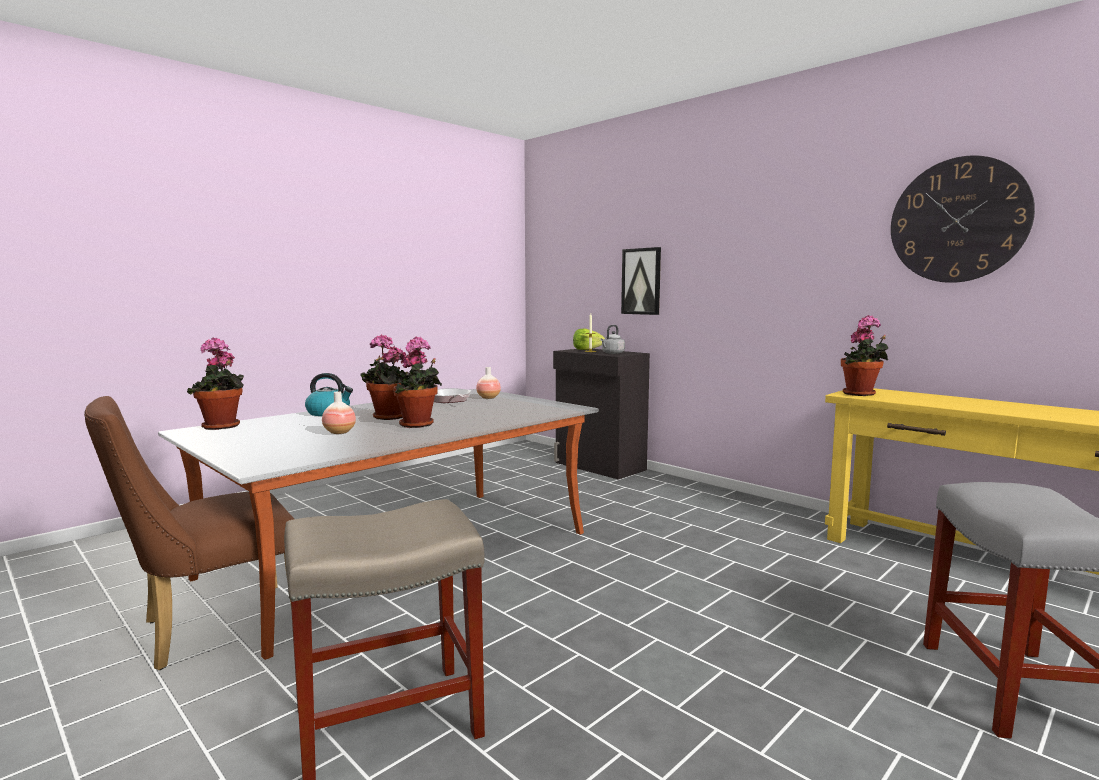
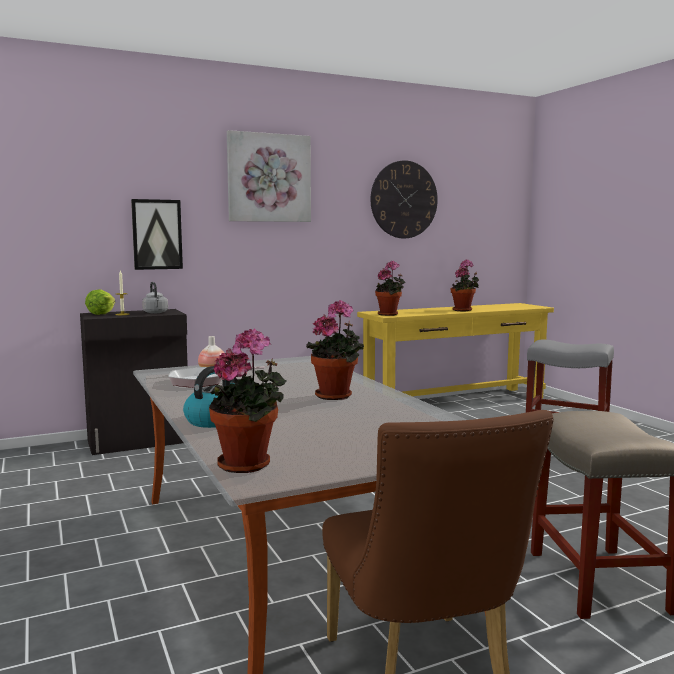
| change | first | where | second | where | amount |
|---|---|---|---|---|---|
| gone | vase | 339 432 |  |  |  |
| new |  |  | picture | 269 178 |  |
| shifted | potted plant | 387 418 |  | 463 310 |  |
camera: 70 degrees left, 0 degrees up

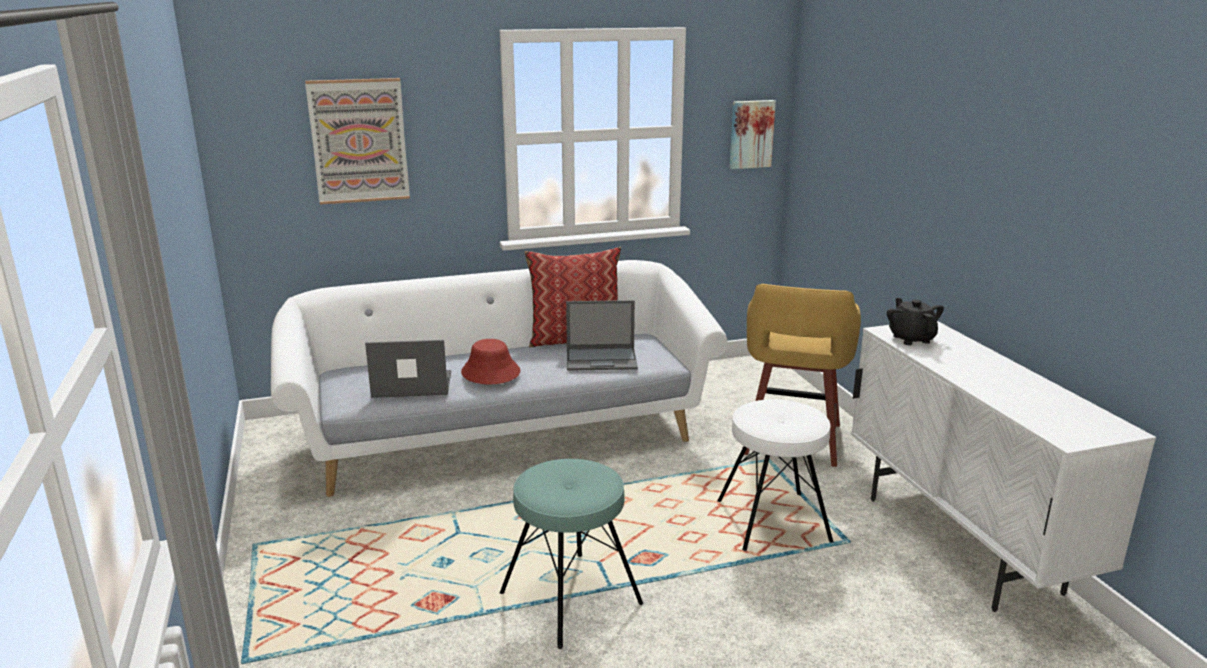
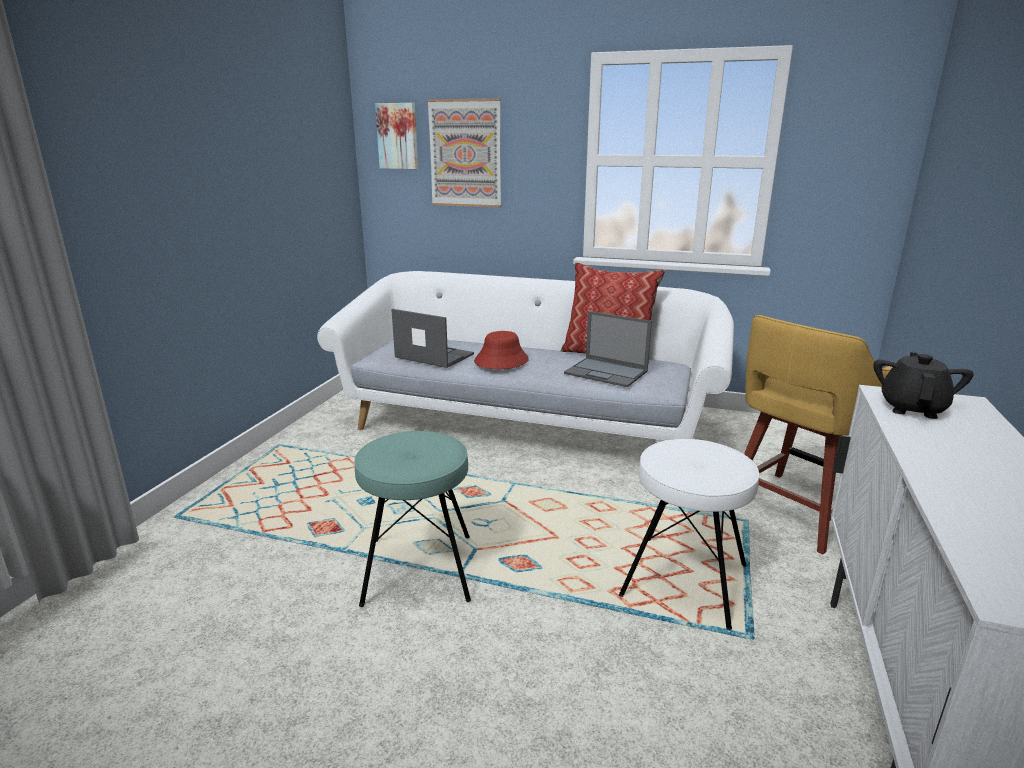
| change | first | where | second | where | amount |
|---|---|---|---|---|---|
| shifted | picture | 750 134 |  | 398 136 |  |
camera: 35 degrees right, 0 degrees up

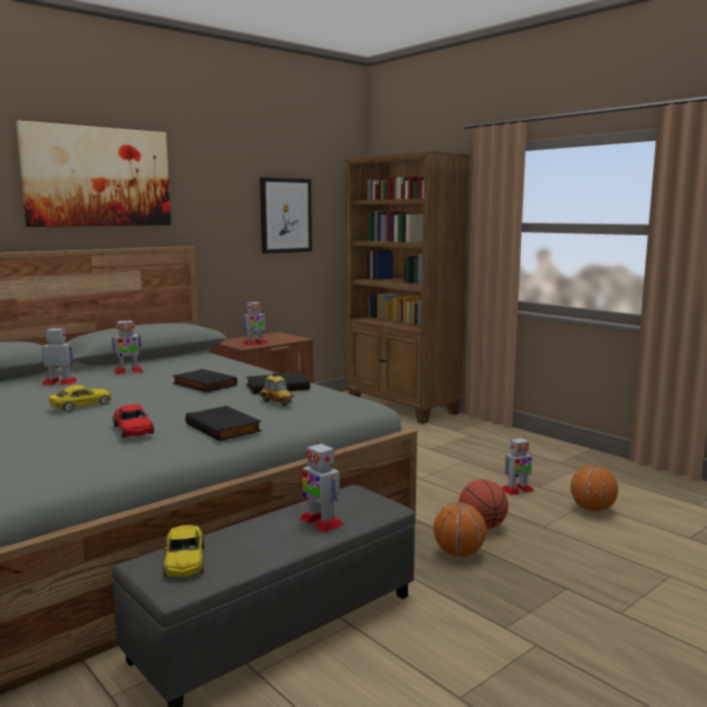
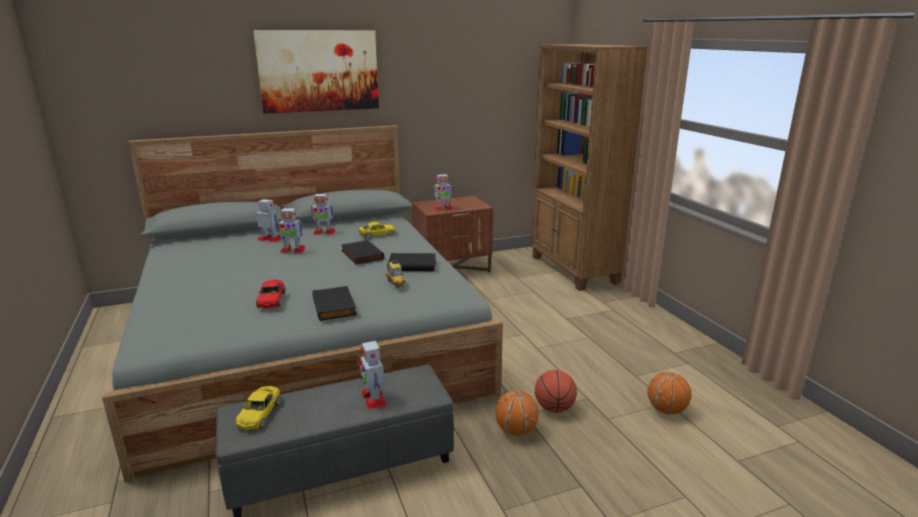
| change | first | where | second | where | amount |
|---|---|---|---|---|---|
| gone | picture | 285 215 |  |  |  |
| shifted | yellow toy car | 81 405 |  | 377 234 |  |
| shifted | toy robot | 517 490 |  | 292 250 |  |
camera: 20 degrees right, 10 degrees up

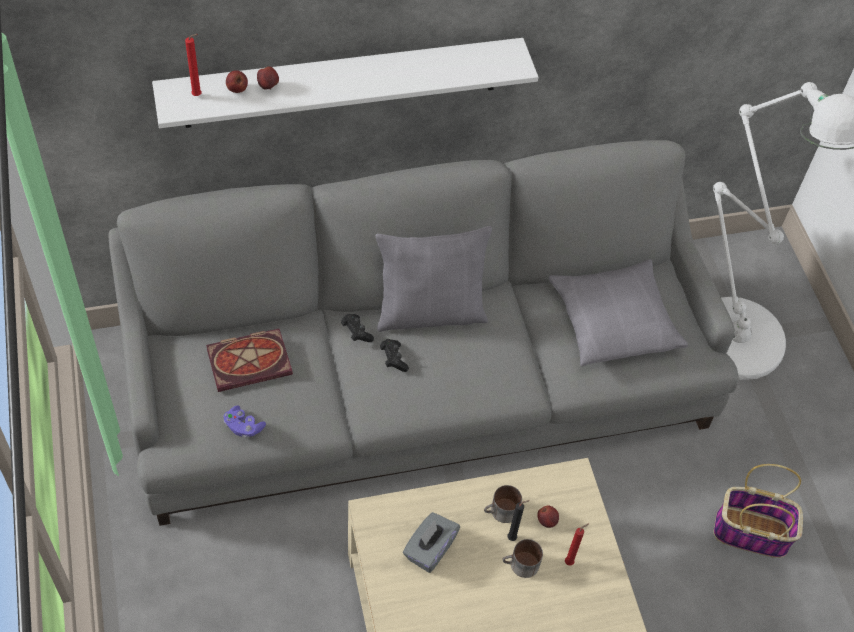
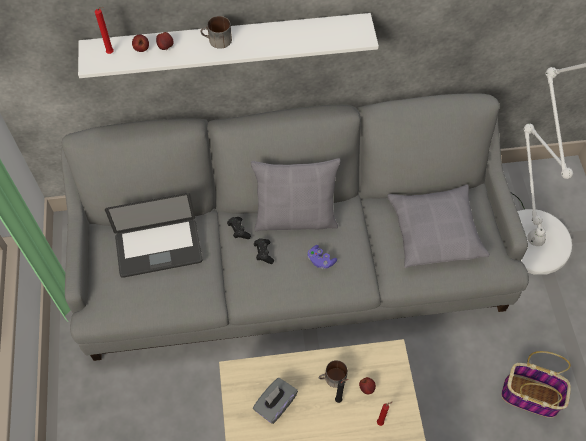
| change | first | where | second | where | amount |
|---|---|---|---|---|---|
| shifted | purple game controller | 243 427 |  | 320 260 |  |
| shifted | mug | 520 566 |  | 217 41 |  |
| swapped | book | 251 360 | laptop | 158 248 |  |
camera: 10 degrees right, 5 degrees up

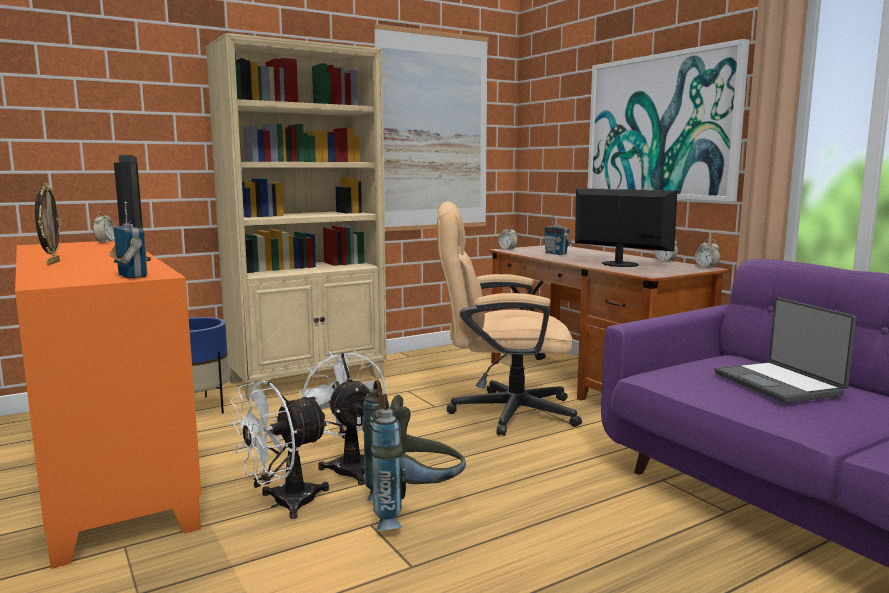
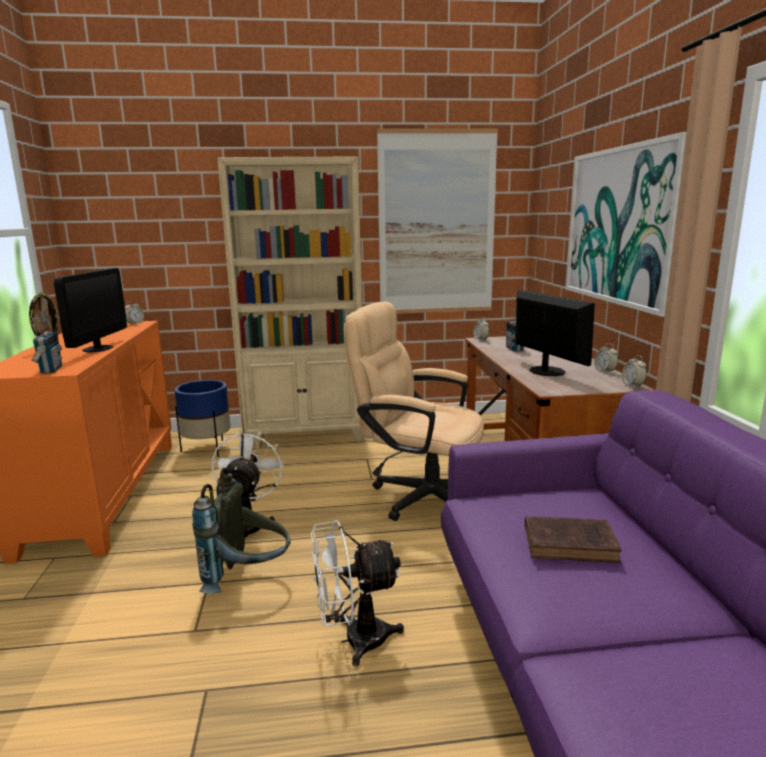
| change | first | where | second | where | amount |
|---|---|---|---|---|---|
| shifted | white fan | 283 504 |  | 354 640 |  |
| swapped | laptop | 779 384 | brown book | 572 544 |  |
camera: 25 degrees right, 5 degrees up

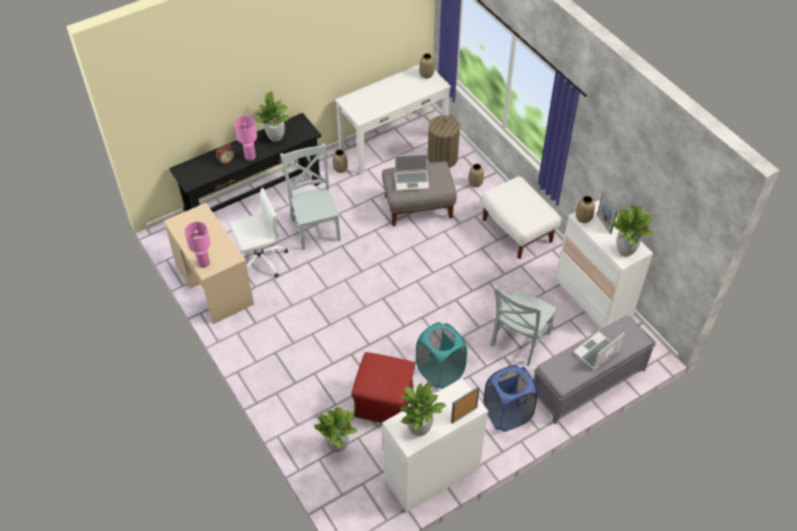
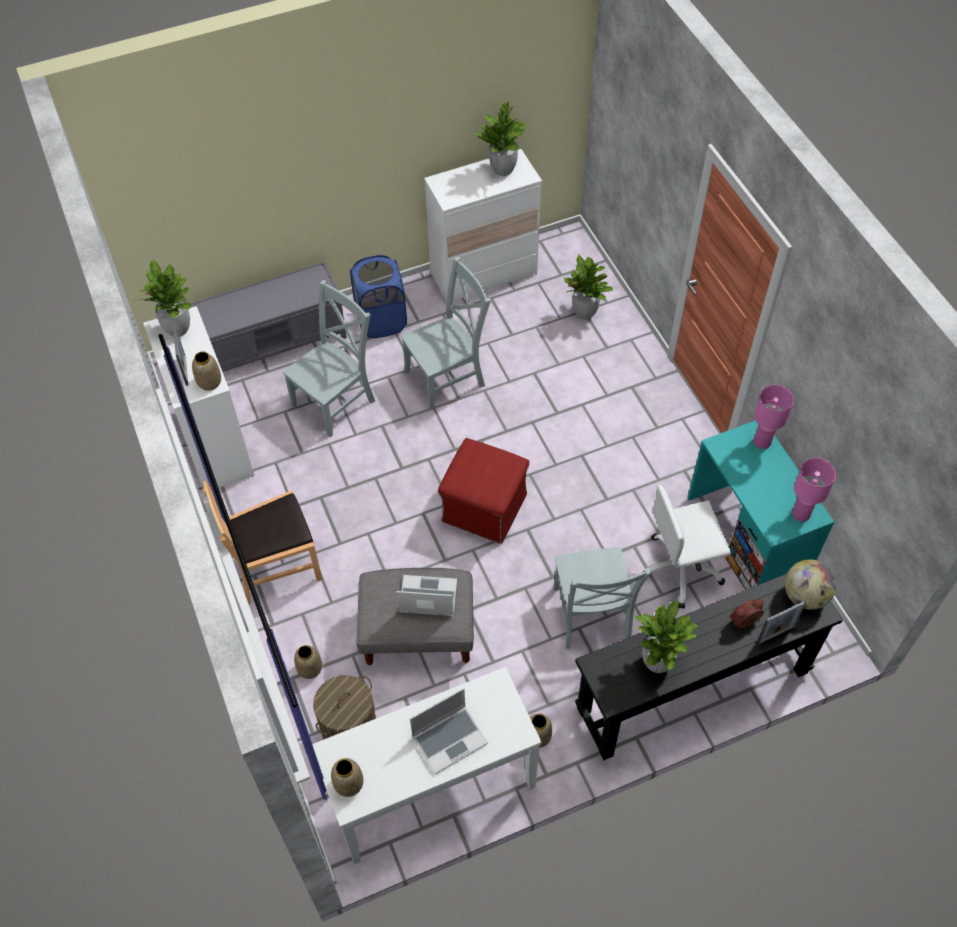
| change | first | where | second | where | amount |
|---|---|---|---|---|---|
| new |  |  | globe | 805 596 |  |
| shifted | pink table lamp | 250 156 |  | 800 514 |  |
| shifted | red ottoman | 384 402 |  | 483 507 |  |
| shifted | picture frame | 464 415 |  | 775 635 |  |
| shifted | laptop | 596 352 |  | 450 739 |  |
| swapped | turquoise laundry basket | 439 372 | grey chair | 448 377 |  |
| swapped | white ottoman | 517 231 | brown chair | 275 565 |  |
| repainted | beige desk | 214 285 | turquoise desk | 747 536 |  |
camera: 170 degrees left, 5 degrees up

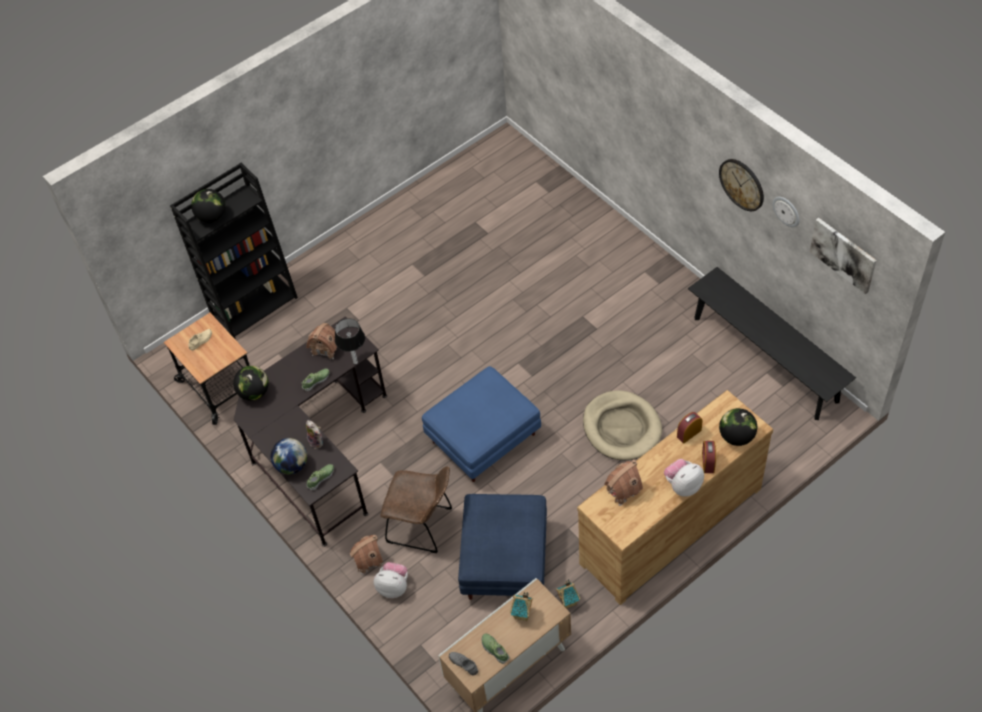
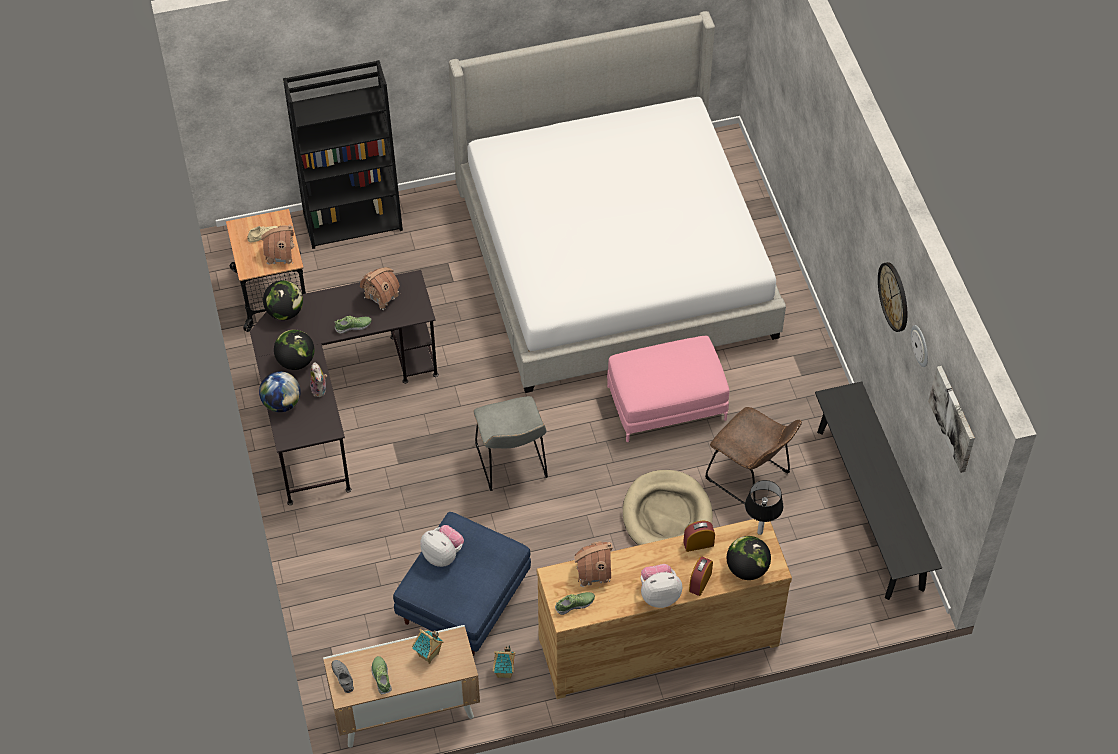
| change | first | where | second | where | amount |
|---|---|---|---|---|---|
| new |  |  | bed | 614 258 |  |
| new |  |  | pink ottoman | 666 402 |  |
| shifted | globe | 212 216 |  | 296 361 |  |
| shifted | shoe | 321 478 |  | 575 604 |  |
| shifted | table lamp | 355 362 |  | 760 532 |  |
| shifted | toy house | 368 560 |  | 281 254 |  |
| shifted | plush toy | 393 587 |  | 443 555 |  |
| shifted | brown chair | 423 526 |  | 751 478 |  |
| swapped | blue ottoman | 483 439 | grey chair | 512 464 |  |
camera: 20 degrees right, 0 degrees up

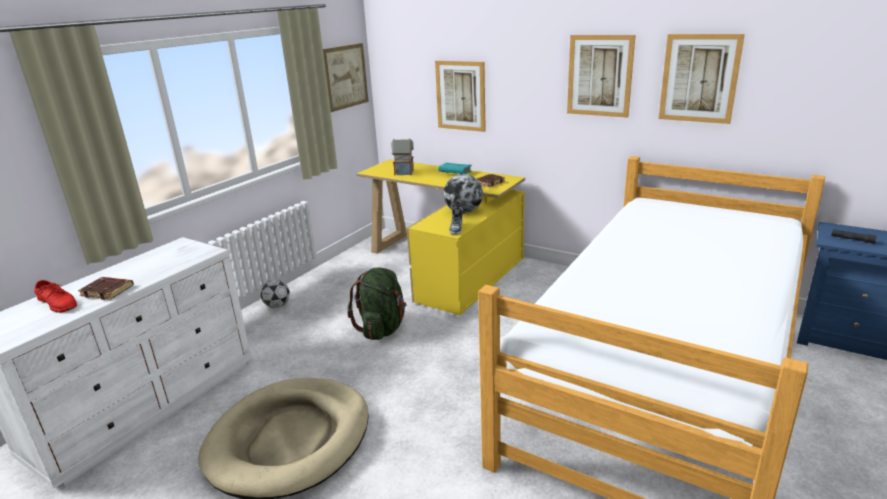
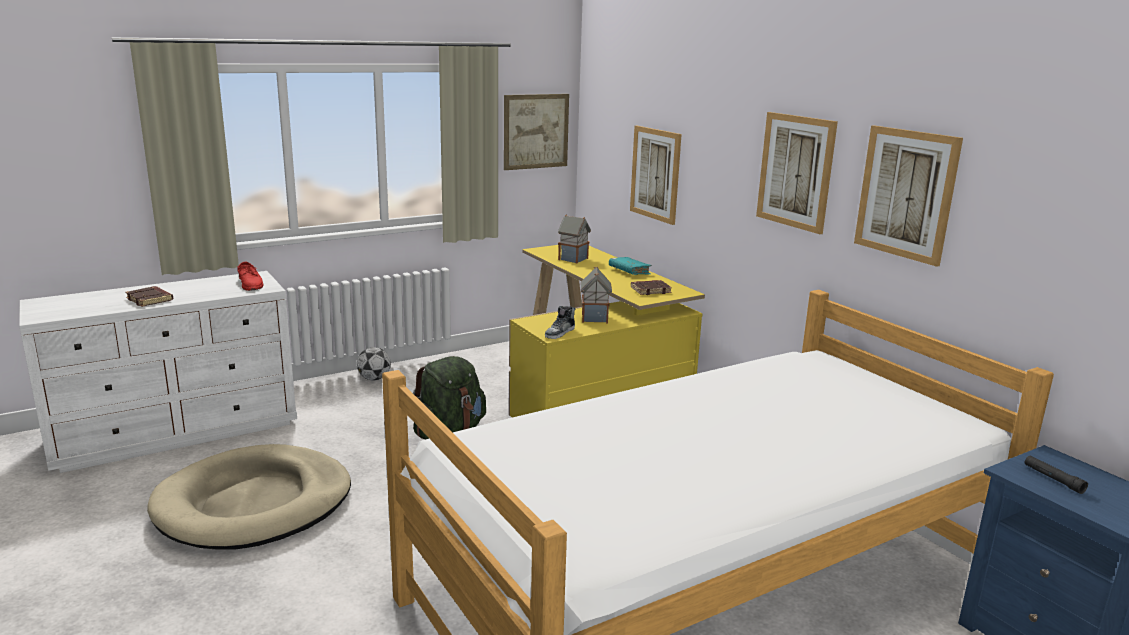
| change | first | where | second | where | amount |
|---|---|---|---|---|---|
| shifted | red shoe | 58 303 |  | 251 284 |  |
| swapped | globe | 463 212 | toy house | 594 318 |  |
camera: 25 degrees right, 5 degrees down

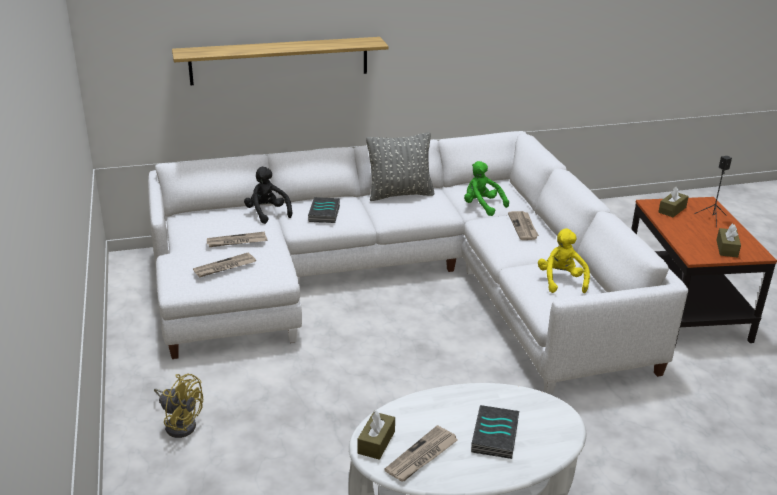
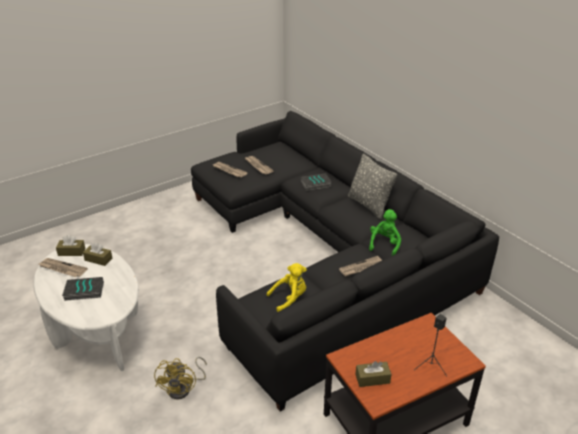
| change | first | where | second | where | amount |
|---|---|---|---|---|---|
| gone | shelf | 279 60 |  |  |  |
| gone | black plush toy | 267 213 |  |  |  |
| shifted | yellow fan | 180 423 |  | 184 388 |  |
| shifted | brown tissue box | 672 210 |  | 98 259 |  |
| repainted | white sofa | 401 281 | black sofa | 325 255 |  |
camera: 70 degrees right, 5 degrees up

